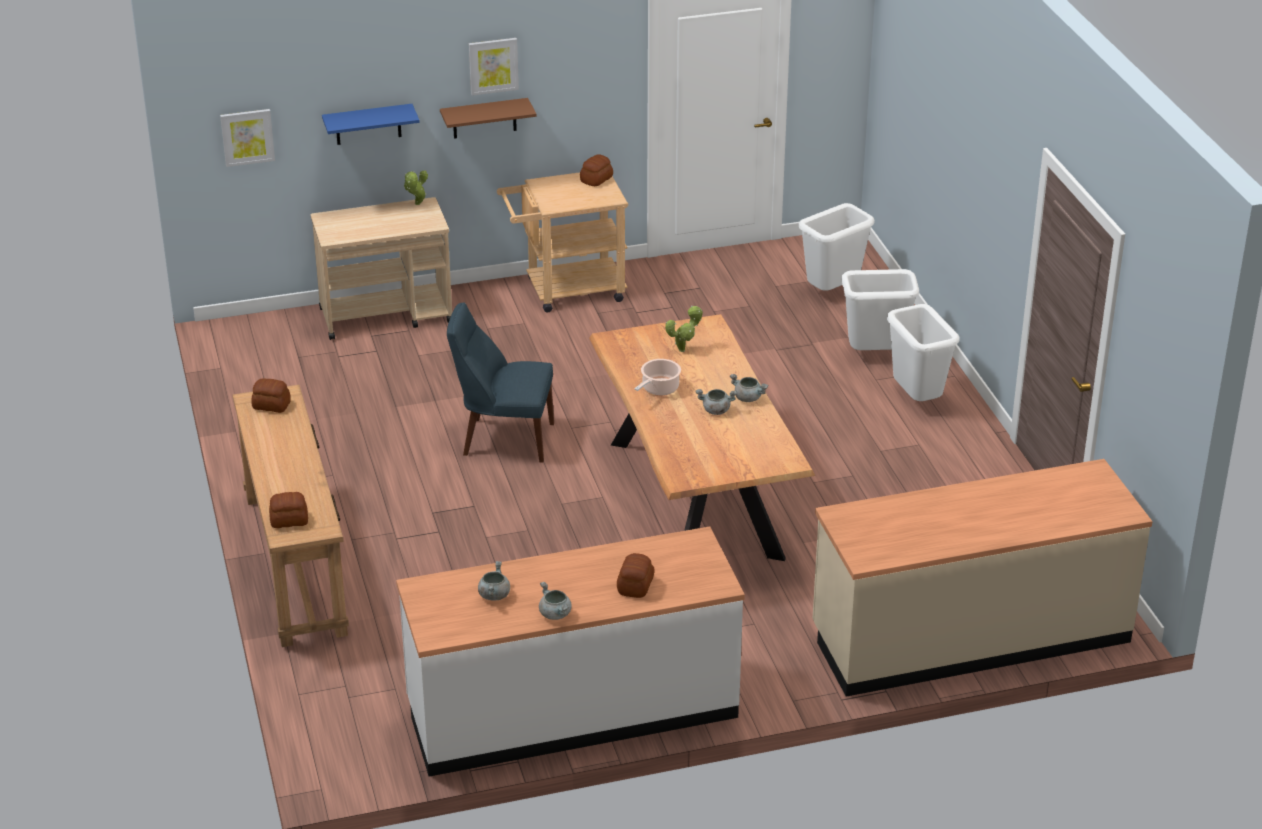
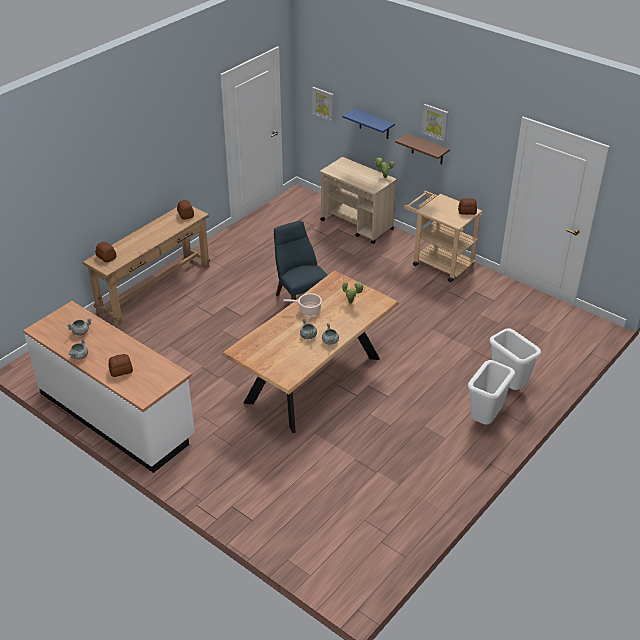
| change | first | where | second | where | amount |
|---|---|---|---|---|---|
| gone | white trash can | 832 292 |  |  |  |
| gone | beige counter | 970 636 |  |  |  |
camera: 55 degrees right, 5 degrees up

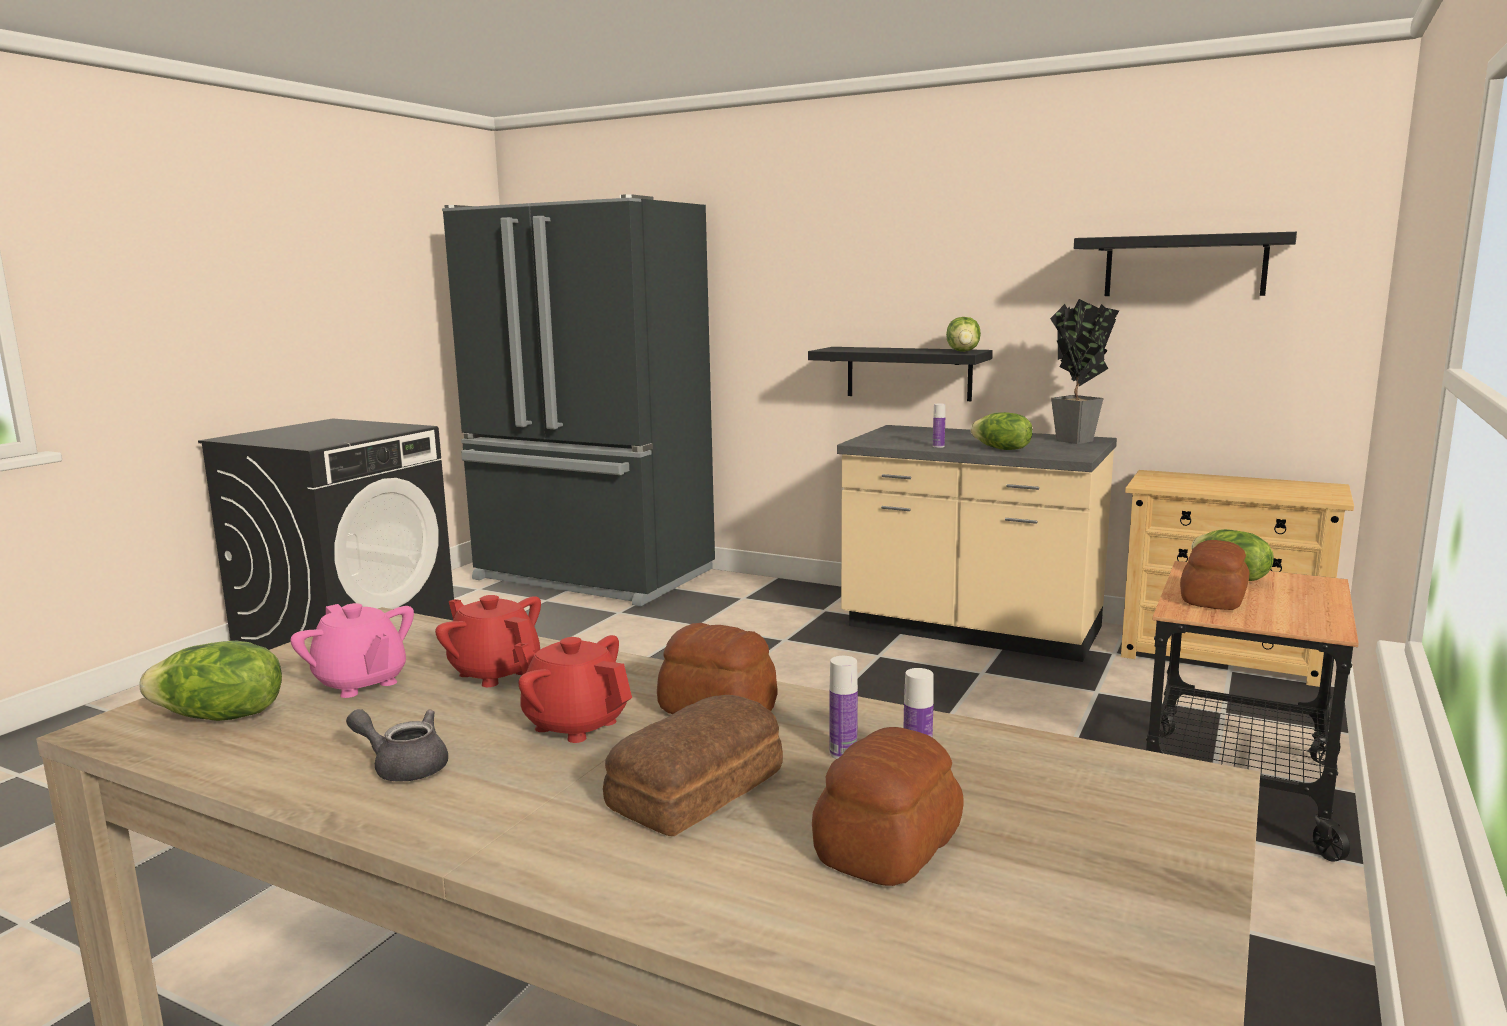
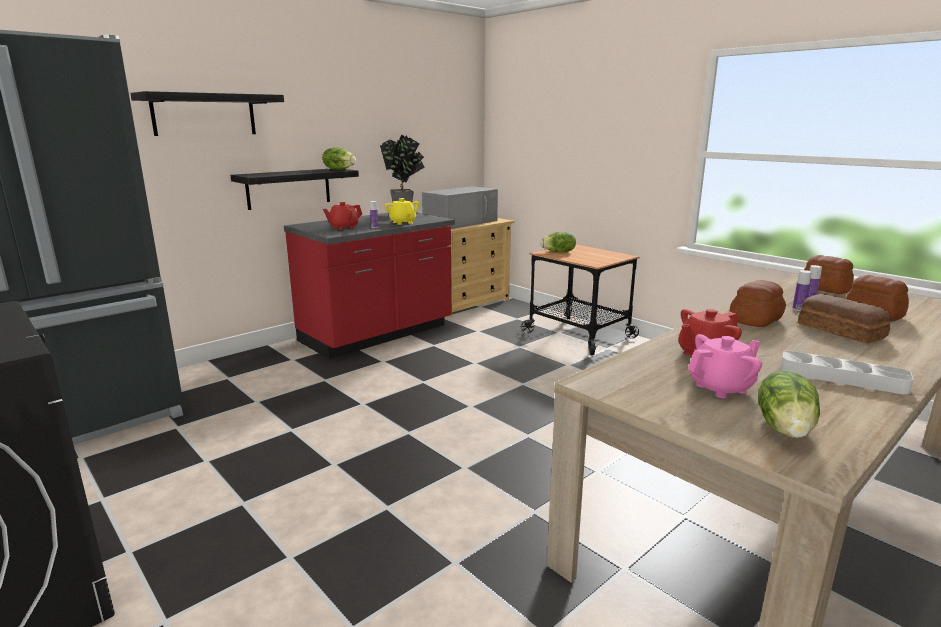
| change | first | where | second | where | amount |
|---|---|---|---|---|---|
| new |  |  | grey microwave | 461 222 |  |
| shifted | red teapot | 575 724 |  | 343 227 |  |
| shifted | black shelf | 1184 266 |  | 204 114 |  |
| shifted | bread | 1214 599 |  | 824 288 |  |
| swapped | grey teapot | 404 767 | grey tray | 842 378 |  |
| swapped | lettuce | 1001 449 | yellow teapot | 402 222 |  |
| repainted | beige counter | 970 630 | red counter | 377 334 |  |
camera: 70 degrees left, 5 degrees up

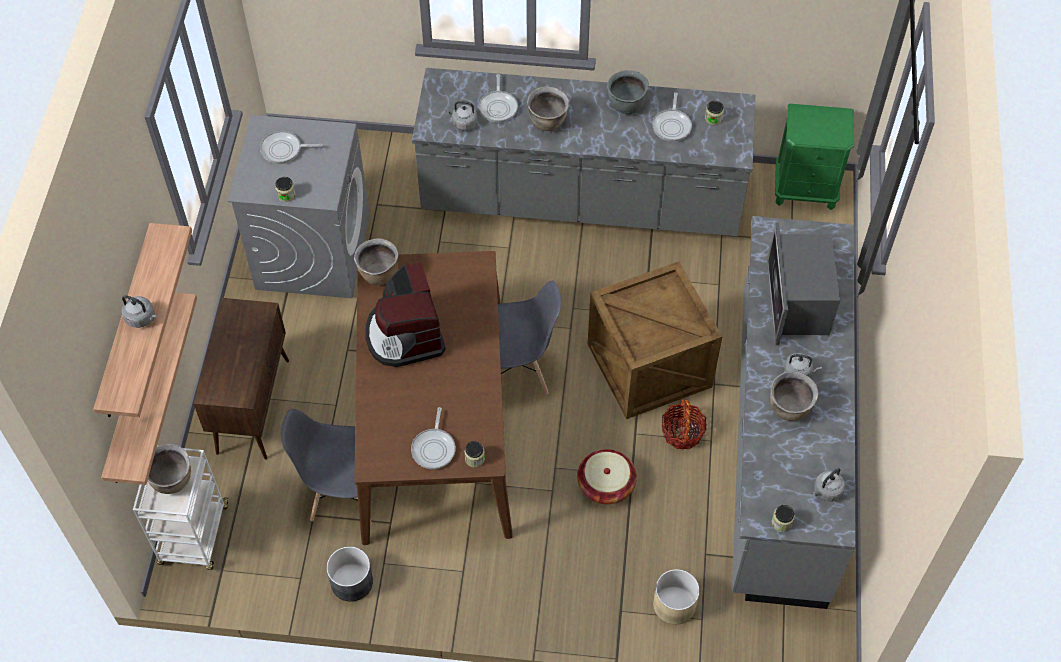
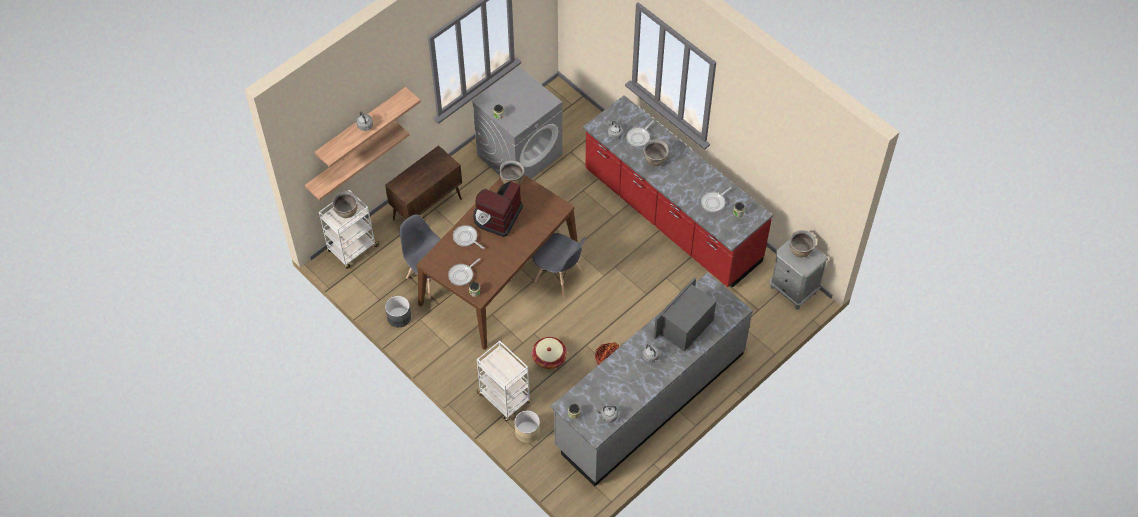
| change | first | where | second | where | amount |
|---|---|---|---|---|---|
| gone | crate | 651 366 |  |  |  |
| gone | grey cooking pot | 626 105 |  |  |  |
| new |  |  | white cart | 504 399 |  |
| shifted | frying pan | 284 150 |  | 466 238 |  |
| shifted | brown cooking pot | 789 408 |  | 800 251 |  |
| repainted | grey counter | 581 201 | red counter | 671 217 |  |
| repainted | green nightstand | 805 189 | grey nightstand | 793 290 |  |
camera: 40 degrees right, 0 degrees up

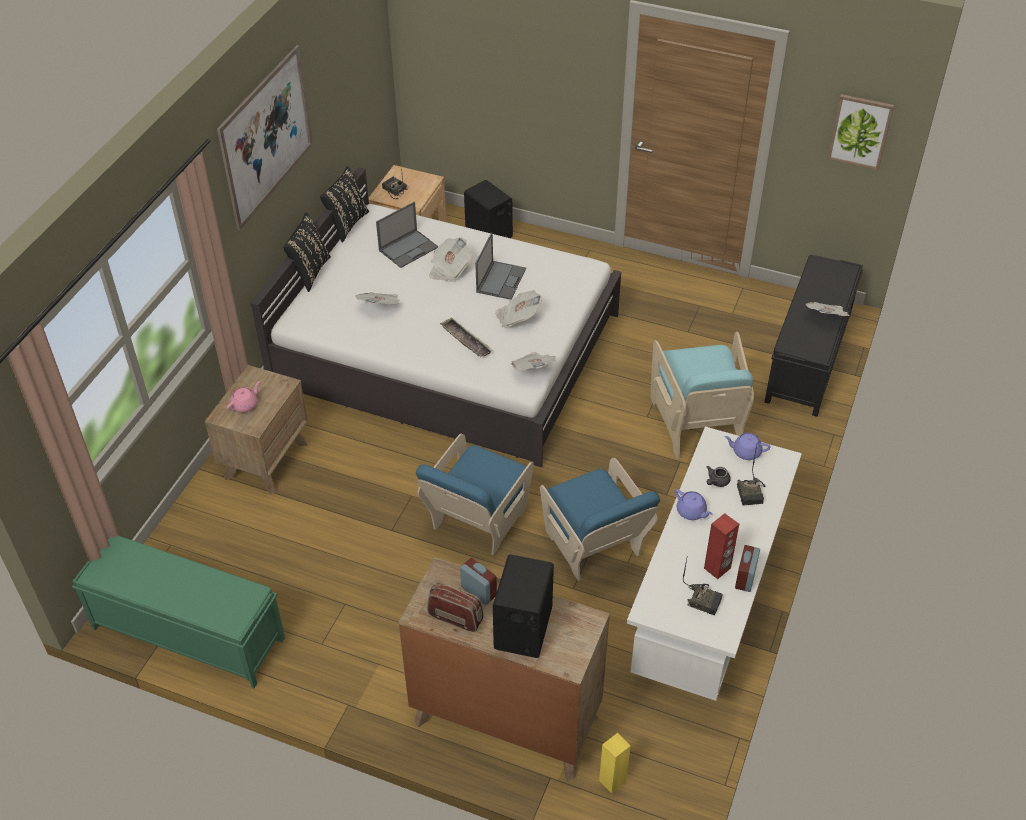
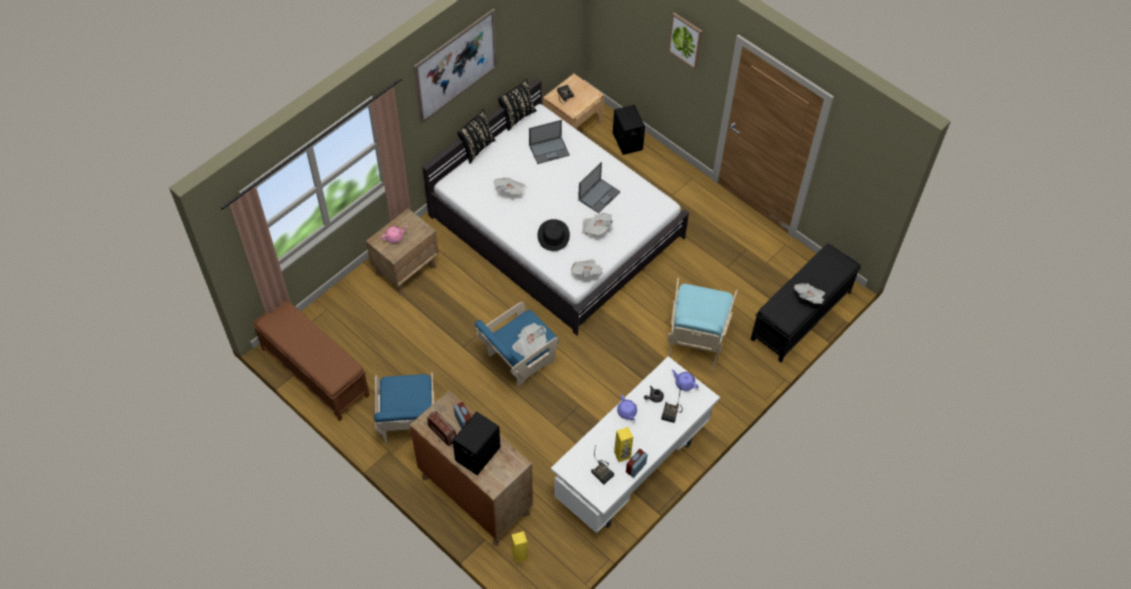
| change | first | where | second | where | amount |
|---|---|---|---|---|---|
| shifted | newspaper | 449 269 |  | 529 345 |  |
| shifted | blue armchair | 595 547 |  | 409 423 |  |
| shifted | picture | 860 131 |  | 685 40 |  |
| swapped | tray | 466 340 | black hat | 553 235 |  |
| repainted | green bench | 187 633 | brown bench | 314 372 |  |
| repainted | red speaker | 717 568 | yellow speaker | 622 455 |  |
camera: 20 degrees right, 10 degrees up

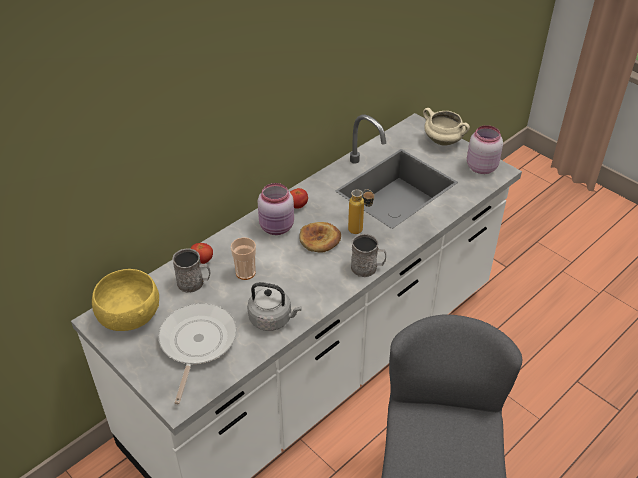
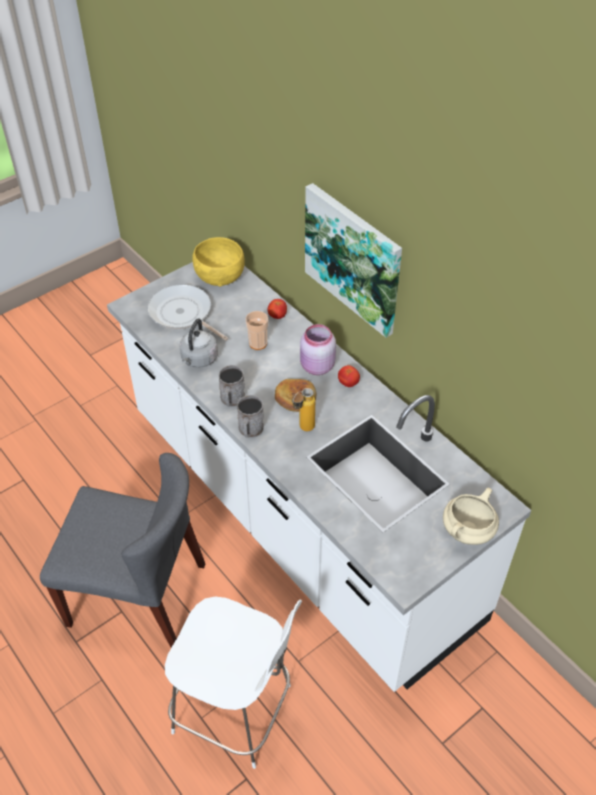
| change | first | where | second | where | amount |
|---|---|---|---|---|---|
| gone | pink jar | 480 167 |  |  |  |
| new |  |  | white chair | 236 710 |  |
| new |  |  | picture | 353 258 |  |
| shifted | grey mug | 194 283 |  | 232 400 |  |
| rotated | frying pan | 196 343 |  | 183 314 | 150 degrees counterclockwise |
camera: 95 degrees right, 5 degrees up

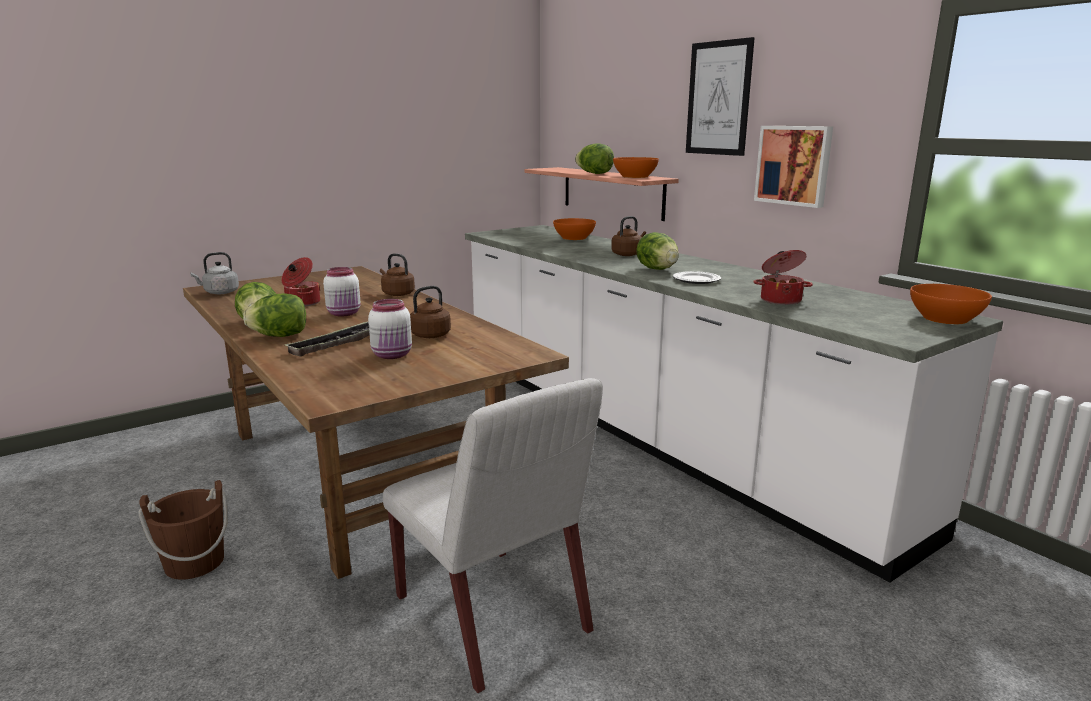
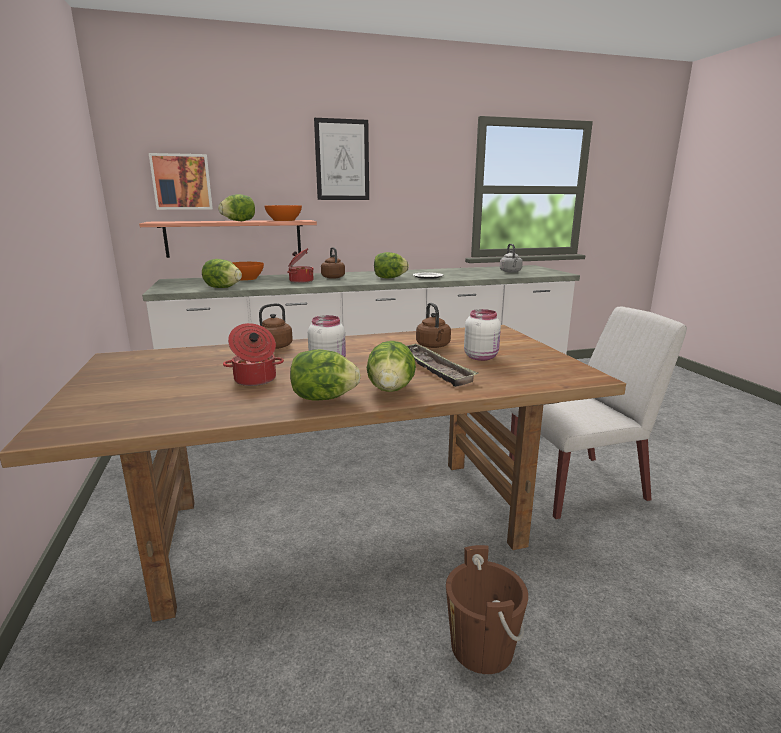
| change | first | where | second | where | amount |
|---|---|---|---|---|---|
| gone | orange bowl | 945 318 |  |  |  |
| new |  |  | lettuce | 222 288 |  |
| shifted | grey kettle | 219 292 |  | 510 272 |  |
| shifted | cooking pot | 780 300 |  | 300 281 |  |
| shifted | picture | 794 165 |  | 182 182 |  |
camera: 70 degrees left, 0 degrees up

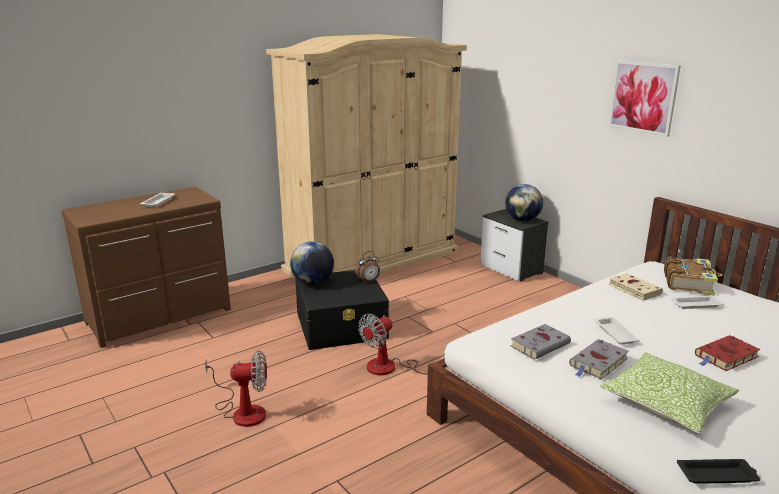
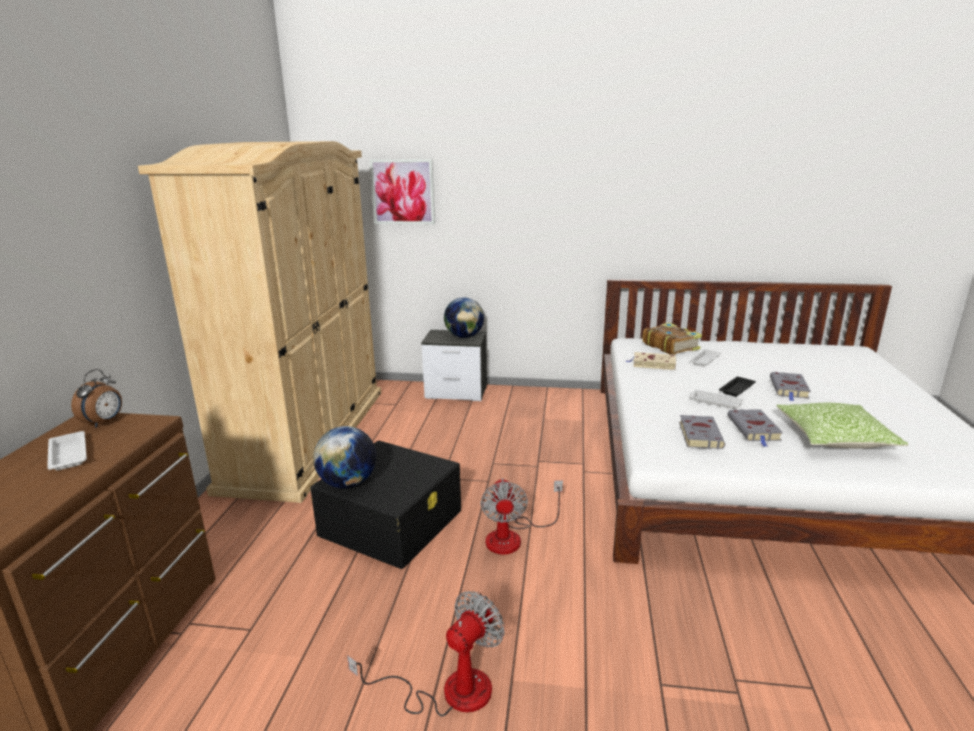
| change | first | where | second | where | amount |
|---|---|---|---|---|---|
| shifted | alarm clock | 368 281 |  | 104 422 |  |
| shifted | picture | 643 97 |  | 403 192 |  |
| shifted | black tray | 718 475 |  | 737 389 |  |
| repainted | red book | 725 357 | grey book | 789 389 |  |
camera: 45 degrees left, 0 degrees up

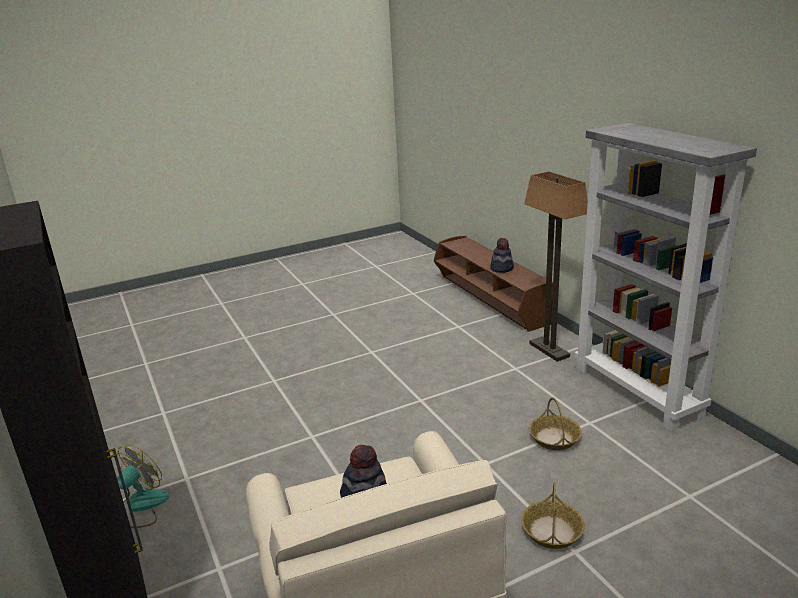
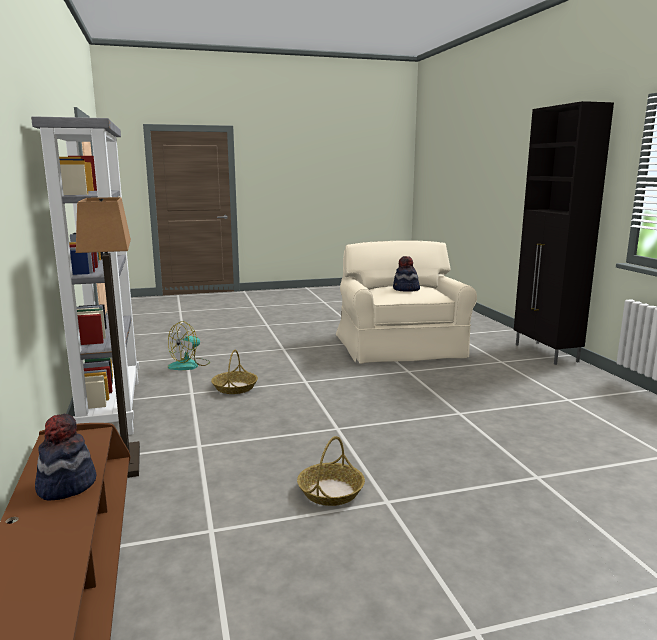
| change | first | where | second | where | amount |
|---|---|---|---|---|---|
| shifted | fan | 140 506 |  | 189 365 |  |
| shifted | basket | 552 532 |  | 330 491 |  |
camera: 170 degrees left, 10 degrees down

